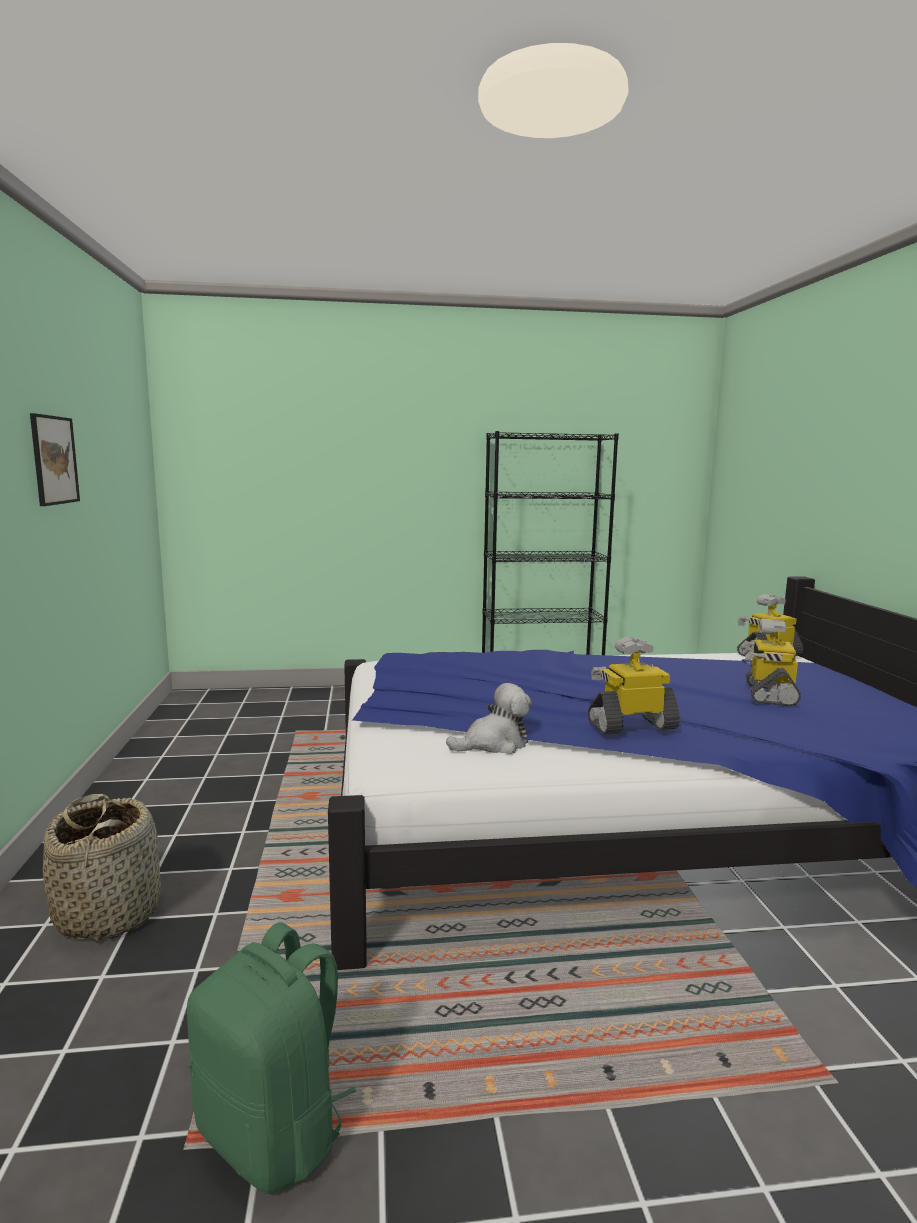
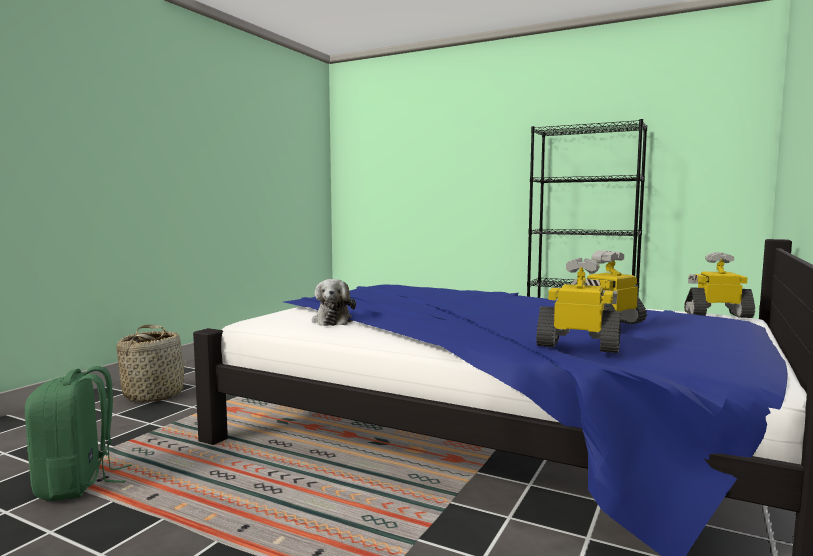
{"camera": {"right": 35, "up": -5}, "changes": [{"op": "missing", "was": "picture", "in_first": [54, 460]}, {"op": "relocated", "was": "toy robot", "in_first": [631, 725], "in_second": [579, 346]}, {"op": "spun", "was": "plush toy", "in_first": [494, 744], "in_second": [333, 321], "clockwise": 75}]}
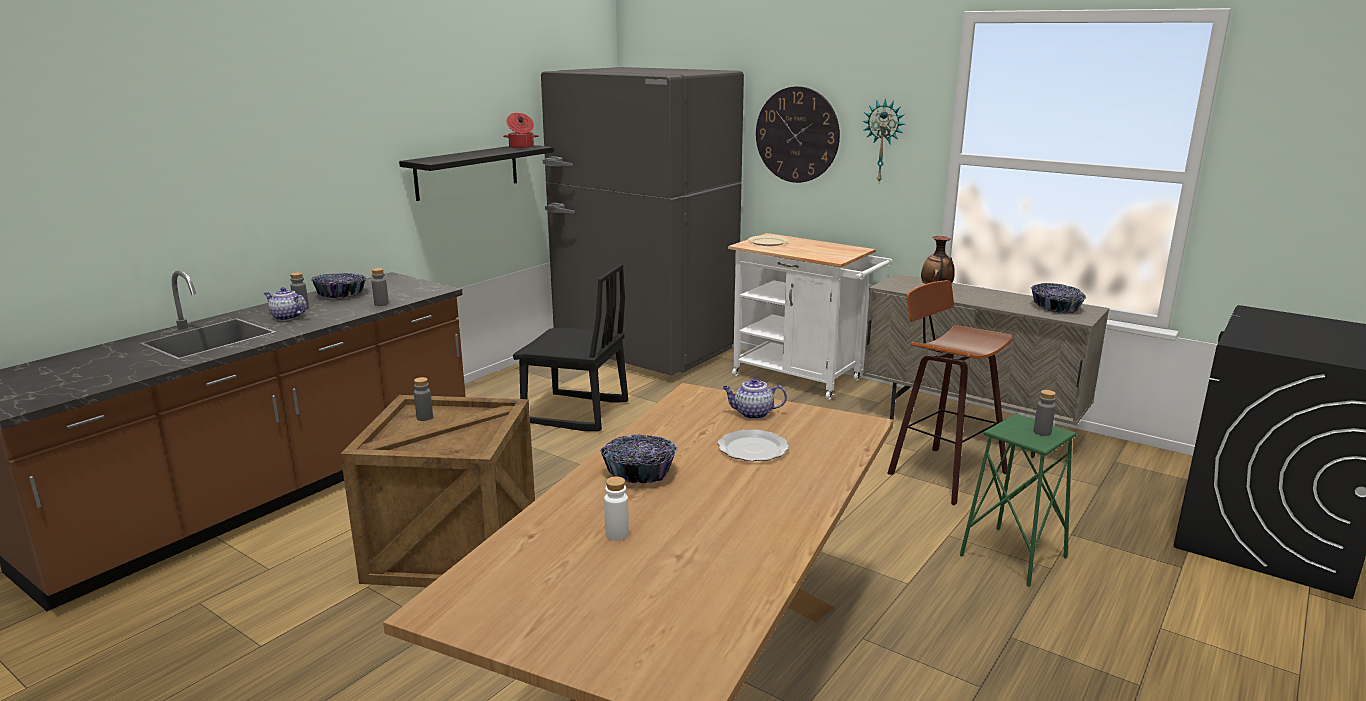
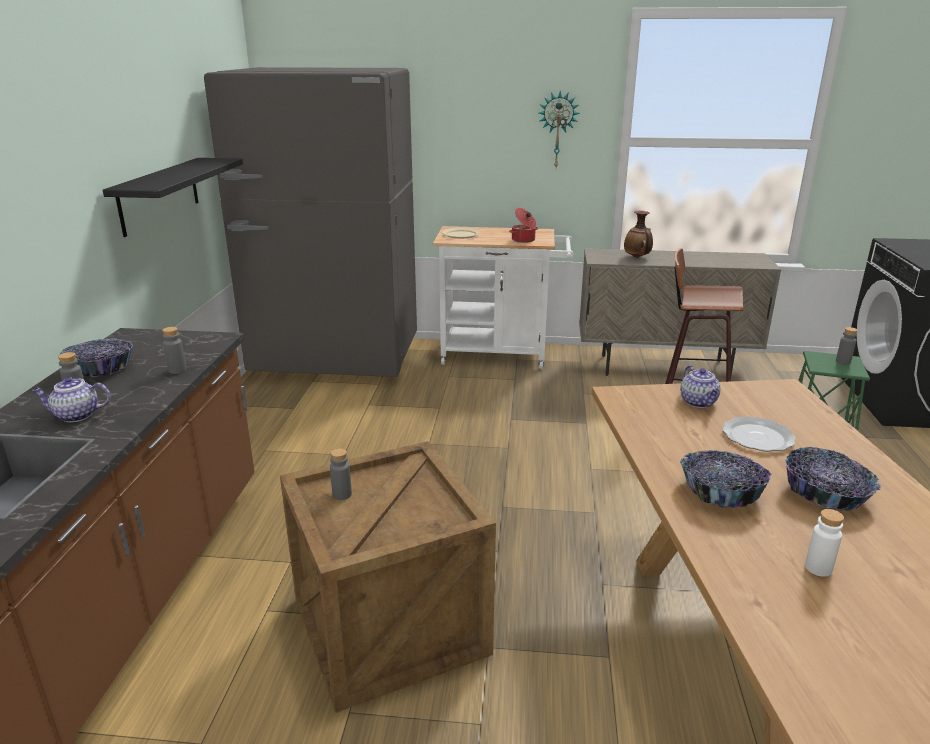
{"camera": {"right": -30, "up": 5}, "changes": [{"op": "missing", "was": "wall clock", "in_first": [797, 135]}, {"op": "relocated", "was": "cooking pot", "in_first": [521, 147], "in_second": [523, 240]}, {"op": "missing", "was": "chair (black)", "in_first": [575, 413]}, {"op": "relocated", "was": "bowl", "in_first": [1056, 308], "in_second": [825, 494]}, {"op": "spun", "was": "teapot", "in_first": [752, 414], "in_second": [699, 402], "clockwise": -75}]}
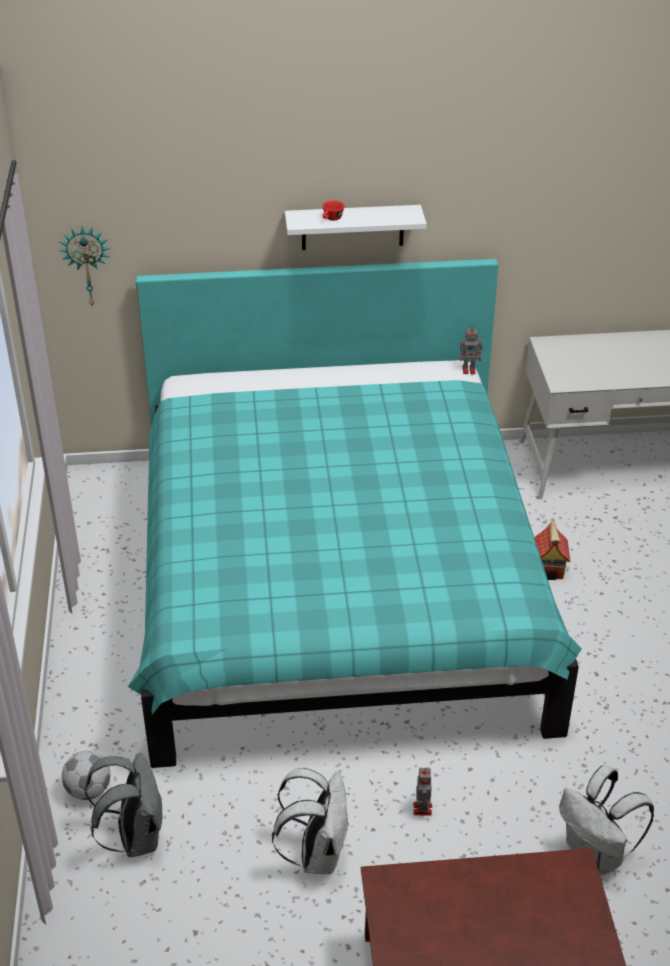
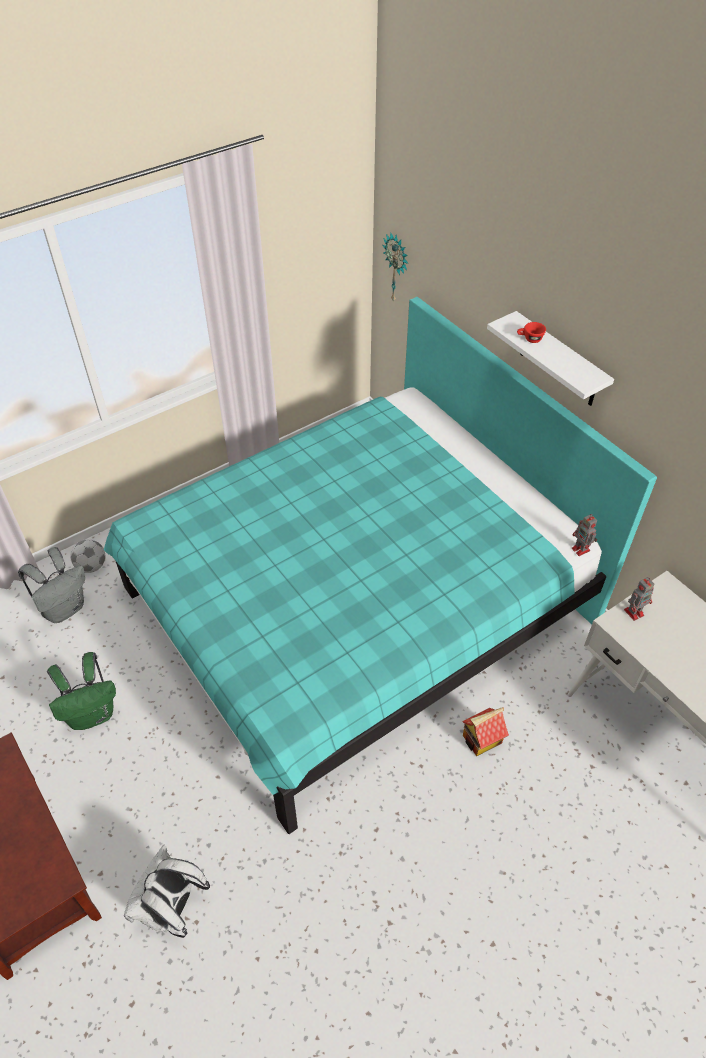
{"camera": {"right": 60, "up": 10}, "changes": [{"op": "relocated", "was": "toy robot", "in_first": [422, 808], "in_second": [634, 612]}, {"op": "colour", "was": "backpack (white)", "now": "backpack (green)", "in_first": [317, 853], "in_second": [92, 714]}]}
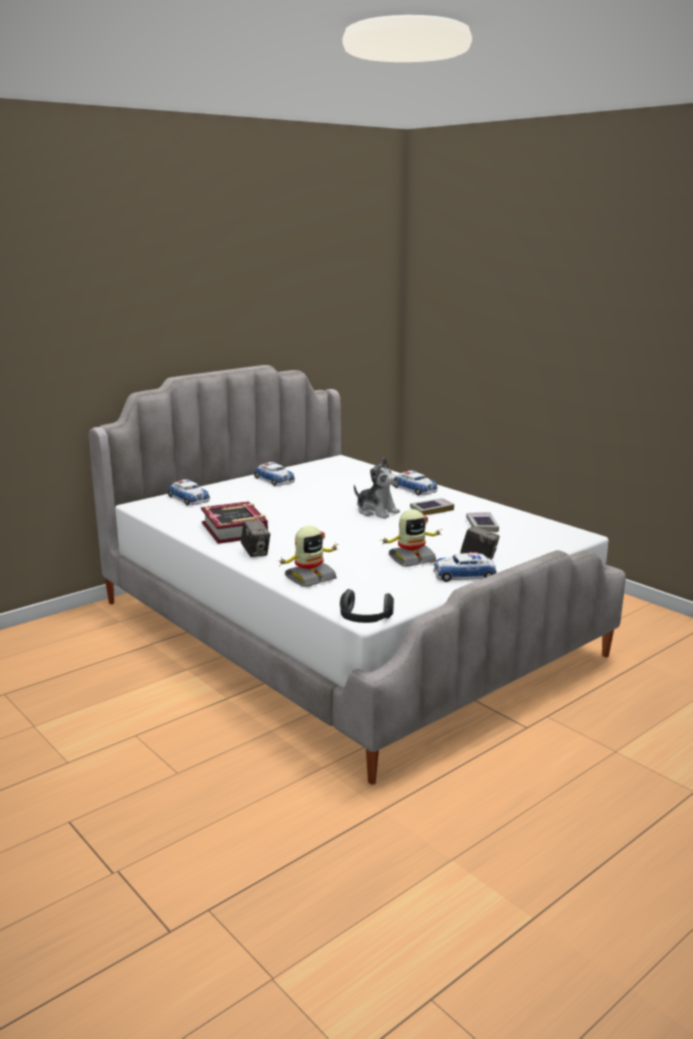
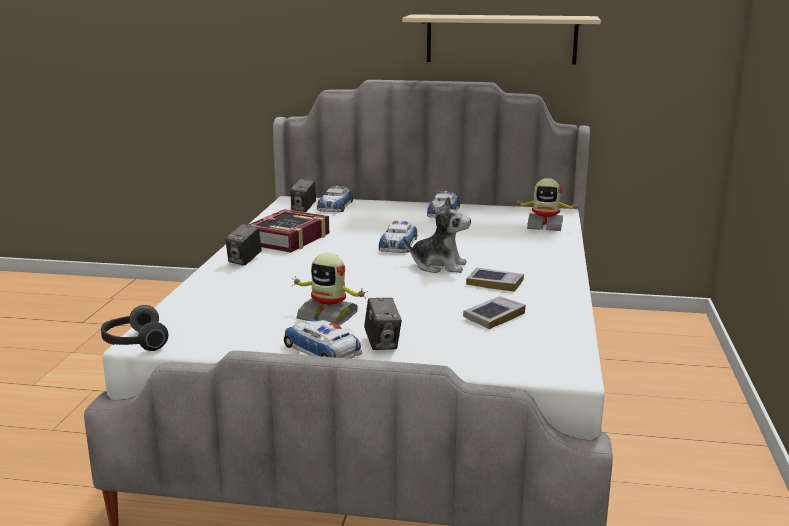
{"camera": {"right": 50, "up": 0}, "changes": [{"op": "spun", "was": "plush toy", "in_first": [376, 511], "in_second": [439, 266], "clockwise": -75}, {"op": "relocated", "was": "toy car", "in_first": [414, 489], "in_second": [398, 244]}, {"op": "relocated", "was": "toy robot", "in_first": [309, 578], "in_second": [545, 226]}, {"op": "appeared", "now": "shelf (beige)", "in_second": [501, 39]}, {"op": "appeared", "now": "photo camera", "in_second": [303, 208]}]}
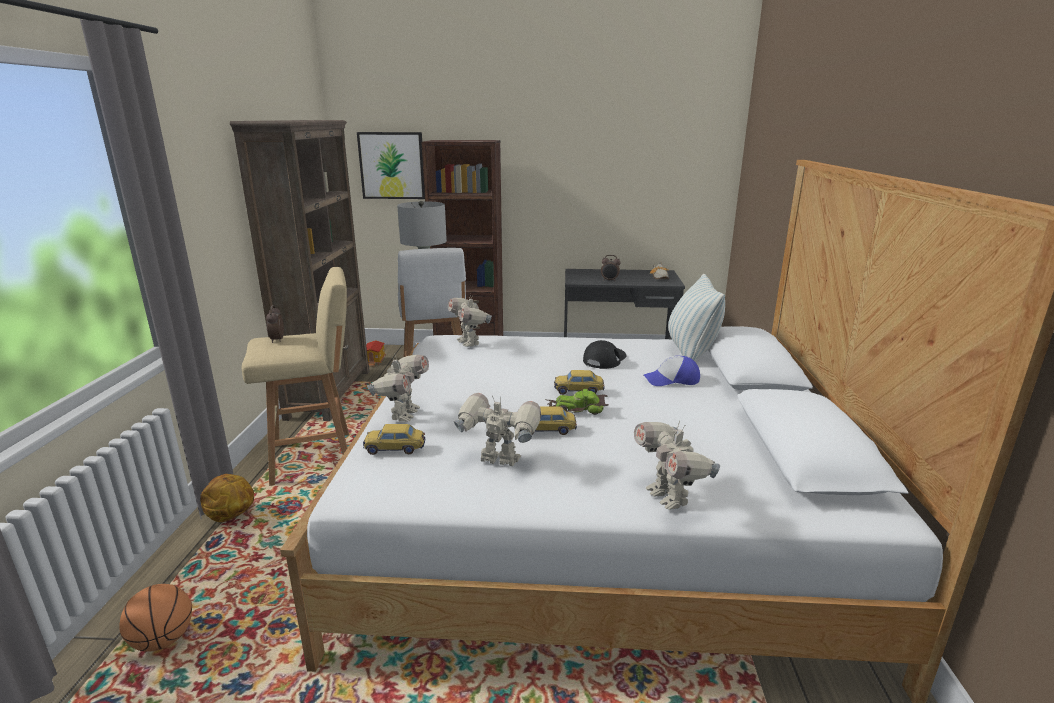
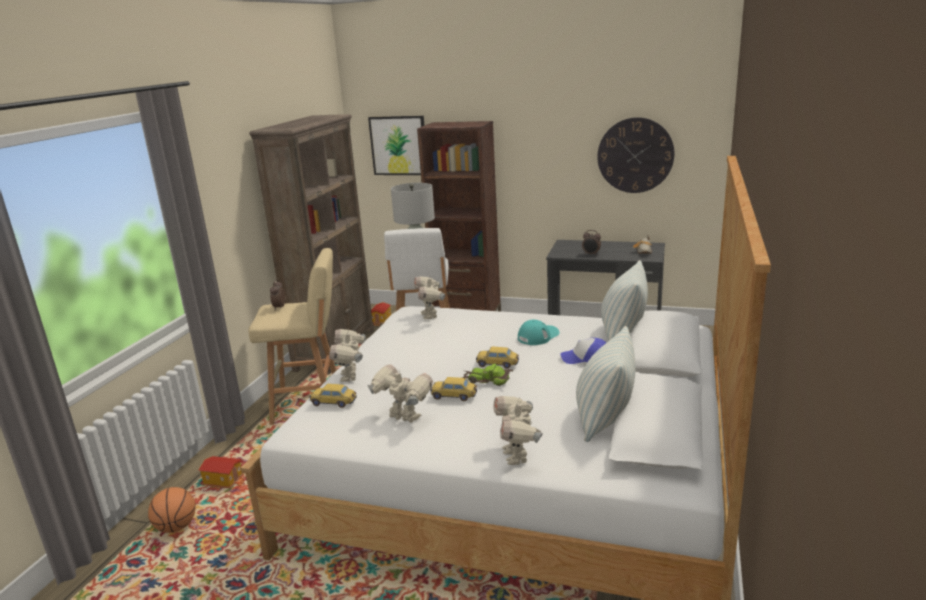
{"camera": {"right": 15, "up": 0}, "changes": [{"op": "colour", "was": "cap (black)", "now": "cap (turquoise)", "in_first": [604, 359], "in_second": [538, 336]}, {"op": "spun", "was": "toy robot", "in_first": [403, 415], "in_second": [350, 376], "clockwise": 150}, {"op": "missing", "was": "basketball", "in_first": [230, 516]}, {"op": "appeared", "now": "wall clock", "in_second": [635, 155]}, {"op": "appeared", "now": "pillow", "in_second": [604, 419]}, {"op": "appeared", "now": "toy house", "in_second": [224, 482]}]}
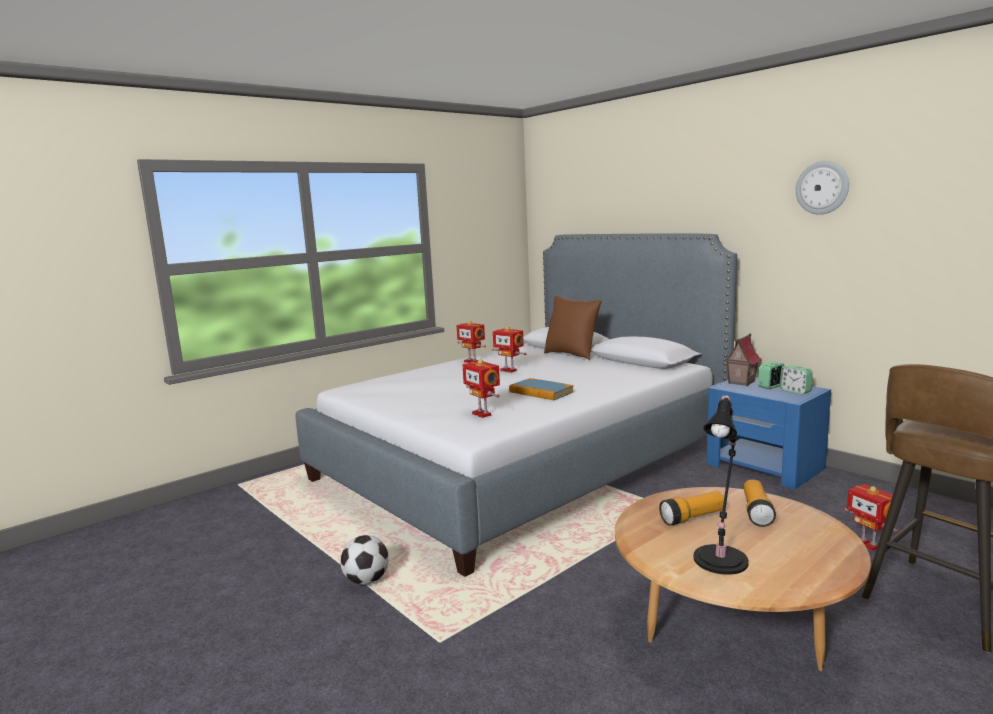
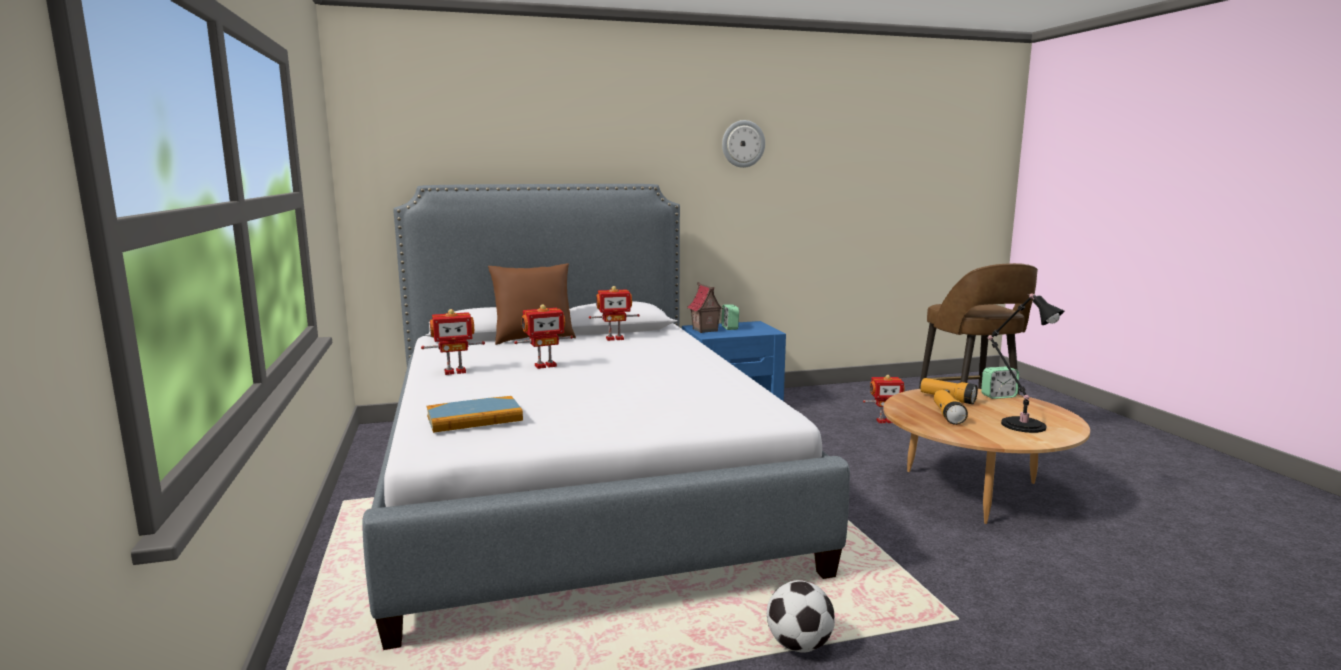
{"camera": {"right": -65, "up": 0}, "changes": [{"op": "relocated", "was": "toy robot", "in_first": [482, 414], "in_second": [614, 338]}, {"op": "relocated", "was": "alarm clock", "in_first": [795, 391], "in_second": [998, 396]}, {"op": "relocated", "was": "book", "in_first": [541, 392], "in_second": [474, 418]}]}
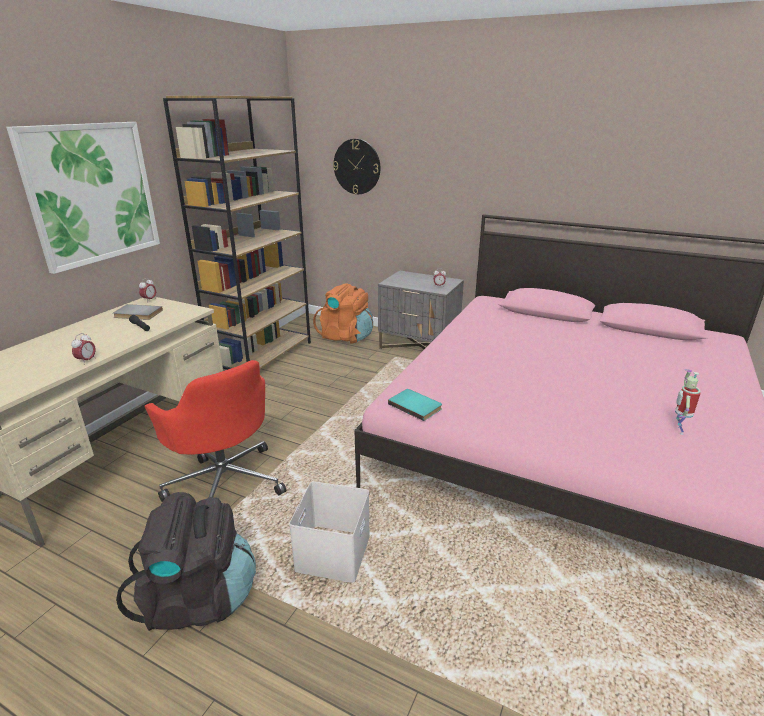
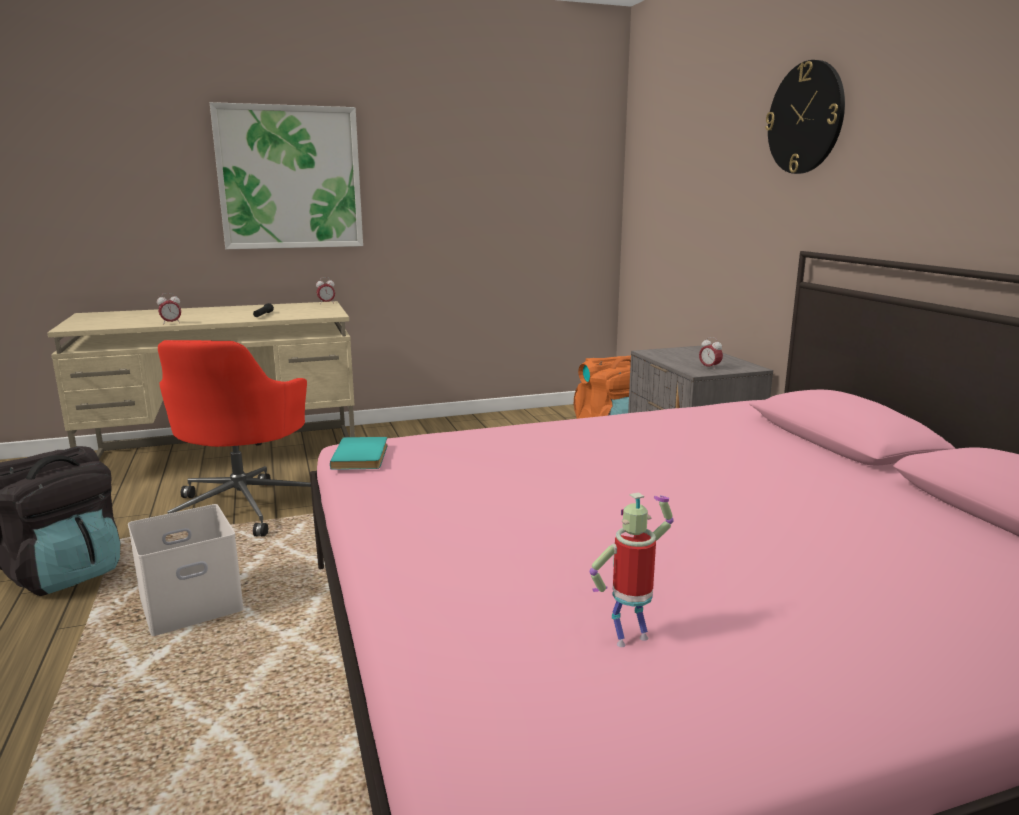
{"camera": {"right": 45, "up": -10}, "changes": [{"op": "missing", "was": "bookcase (brown)", "in_first": [262, 356]}, {"op": "relocated", "was": "wall clock", "in_first": [357, 166], "in_second": [805, 118]}, {"op": "missing", "was": "book (grey)", "in_first": [137, 314]}]}
